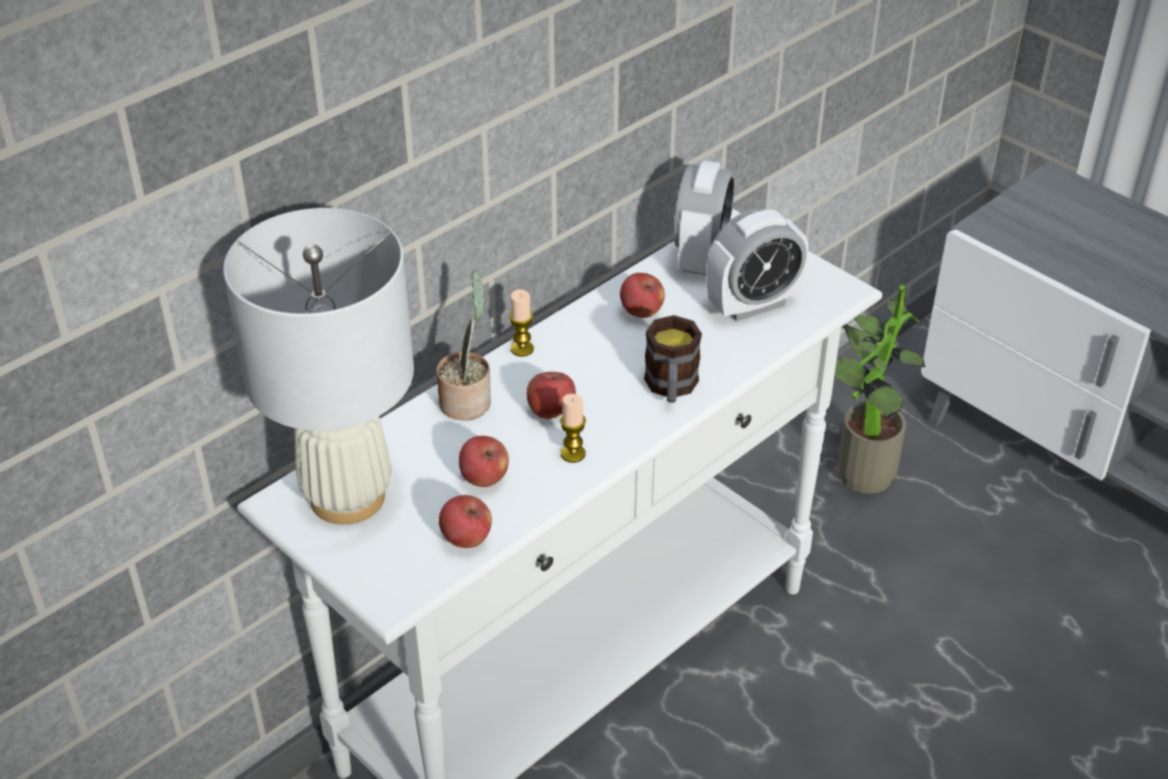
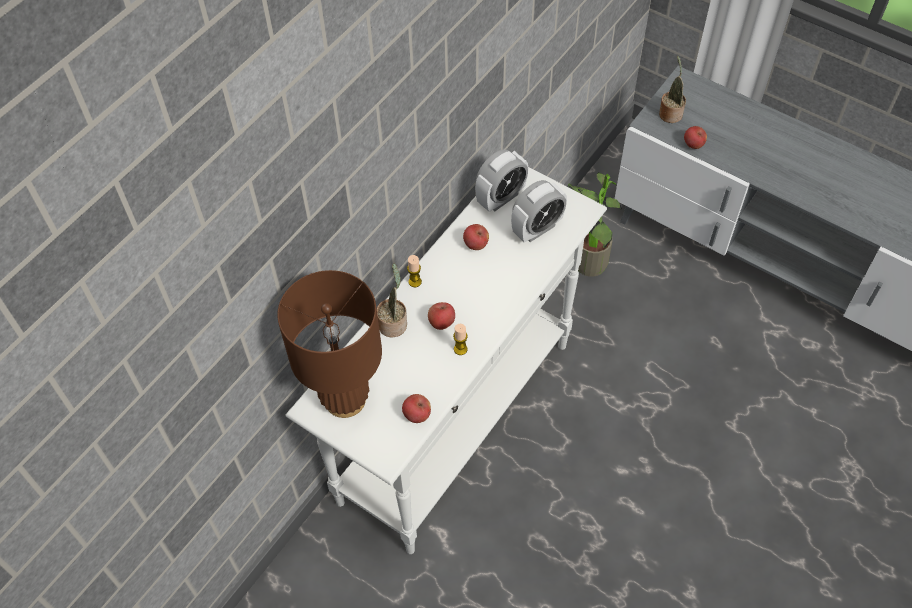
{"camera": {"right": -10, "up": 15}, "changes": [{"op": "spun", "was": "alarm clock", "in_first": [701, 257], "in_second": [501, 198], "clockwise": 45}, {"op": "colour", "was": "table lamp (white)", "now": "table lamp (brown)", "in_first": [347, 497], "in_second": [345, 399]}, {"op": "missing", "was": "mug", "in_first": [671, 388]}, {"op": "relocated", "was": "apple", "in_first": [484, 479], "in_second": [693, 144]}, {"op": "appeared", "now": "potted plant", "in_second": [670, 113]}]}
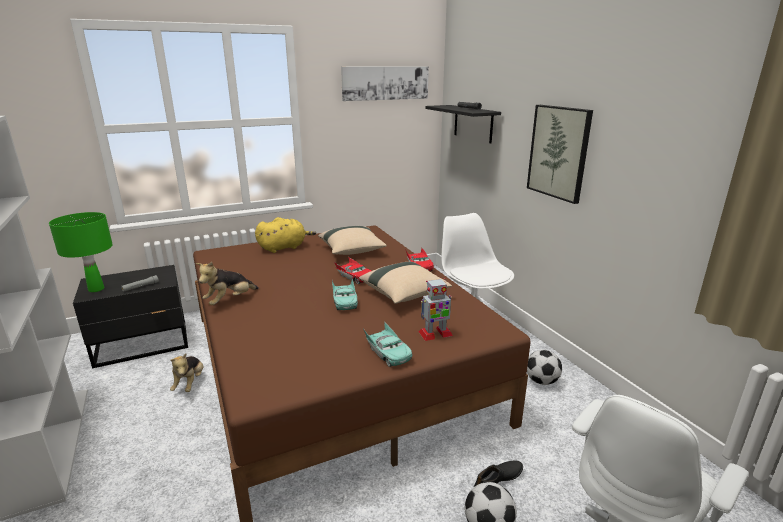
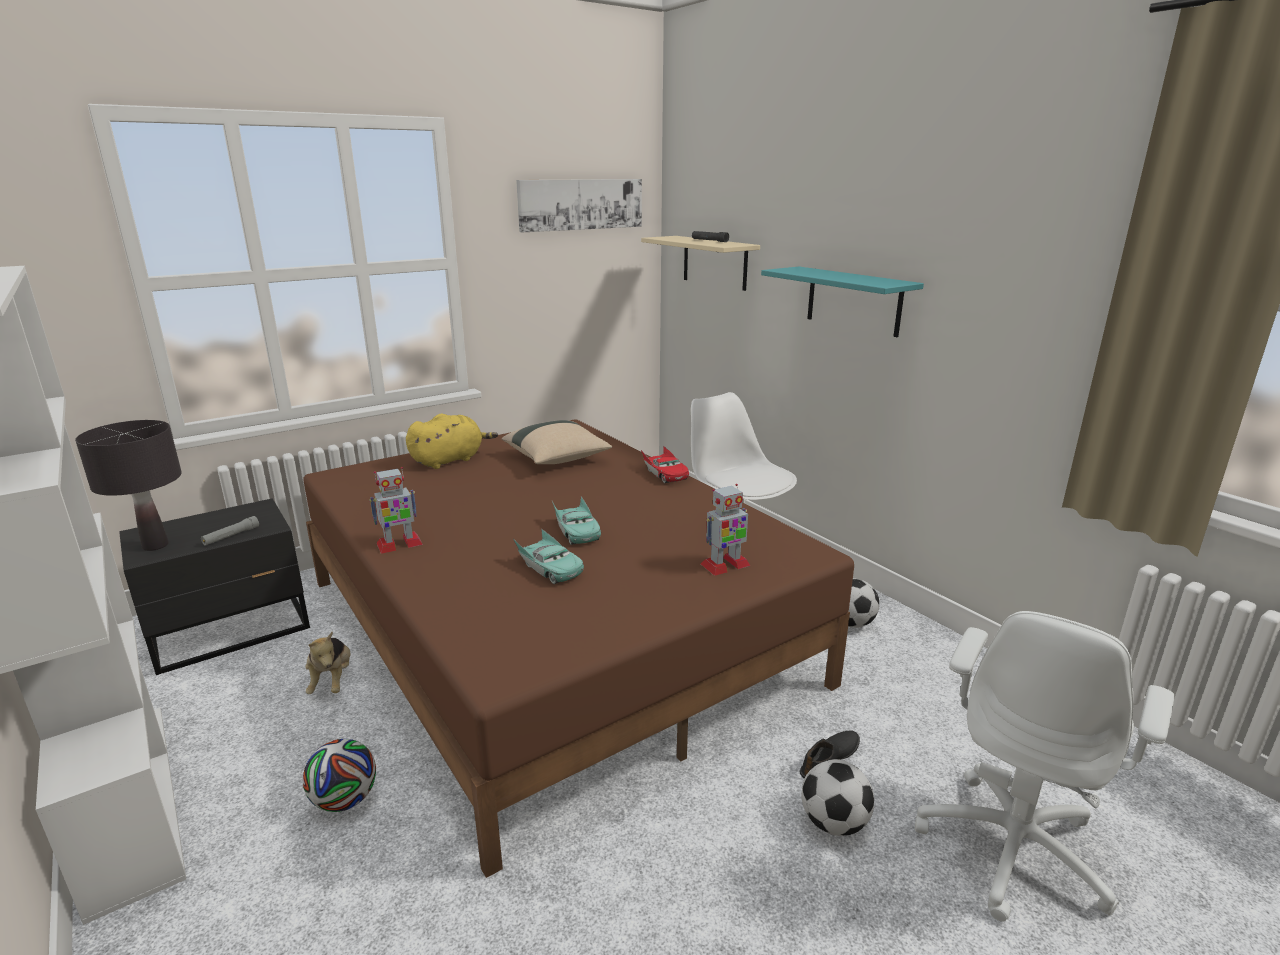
{"camera": {"right": -10, "up": 0}, "changes": [{"op": "colour", "was": "shelf (black)", "now": "shelf (beige)", "in_first": [473, 123], "in_second": [714, 262]}, {"op": "exchanged", "was": "picture", "now": "shelf (turquoise)", "in_first": [559, 152], "in_second": [853, 301]}, {"op": "colour", "was": "table lamp (green)", "now": "table lamp (black)", "in_first": [96, 289], "in_second": [156, 545]}, {"op": "missing", "was": "toy car (red)", "in_first": [354, 277]}, {"op": "exchanged", "was": "plush toy", "now": "toy robot", "in_first": [229, 300], "in_second": [399, 544]}, {"op": "missing", "was": "pillow (beige)", "in_first": [404, 294]}, {"op": "relocated", "was": "toy car (turquoise)", "in_first": [387, 352], "in_second": [550, 568]}, {"op": "appeared", "now": "football", "in_second": [345, 800]}]}
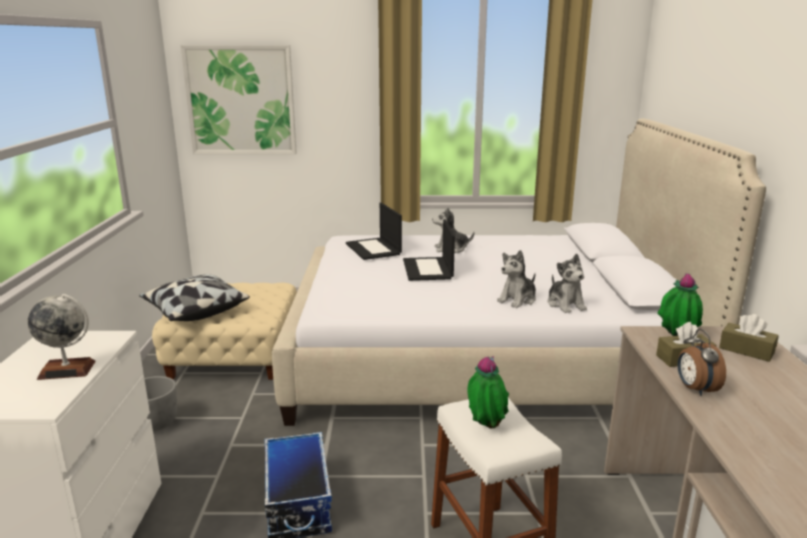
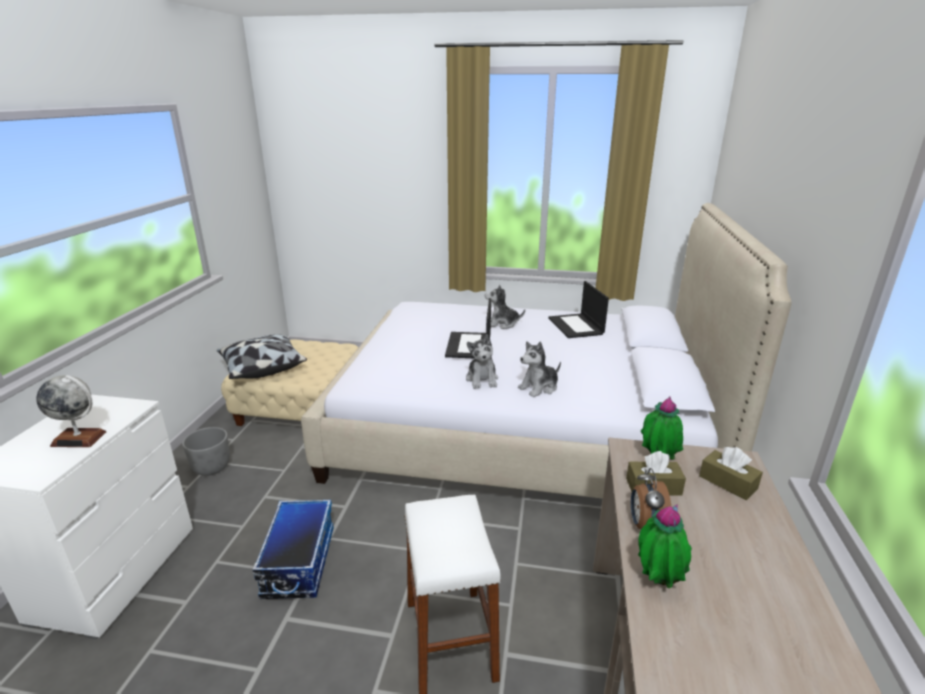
{"camera": {"right": 10, "up": 5}, "changes": [{"op": "missing", "was": "picture", "in_first": [241, 100]}, {"op": "relocated", "was": "laptop", "in_first": [374, 249], "in_second": [576, 326]}, {"op": "relocated", "was": "plush toy", "in_first": [565, 304], "in_second": [482, 379]}, {"op": "relocated", "was": "potted plant", "in_first": [485, 427], "in_second": [657, 581]}]}
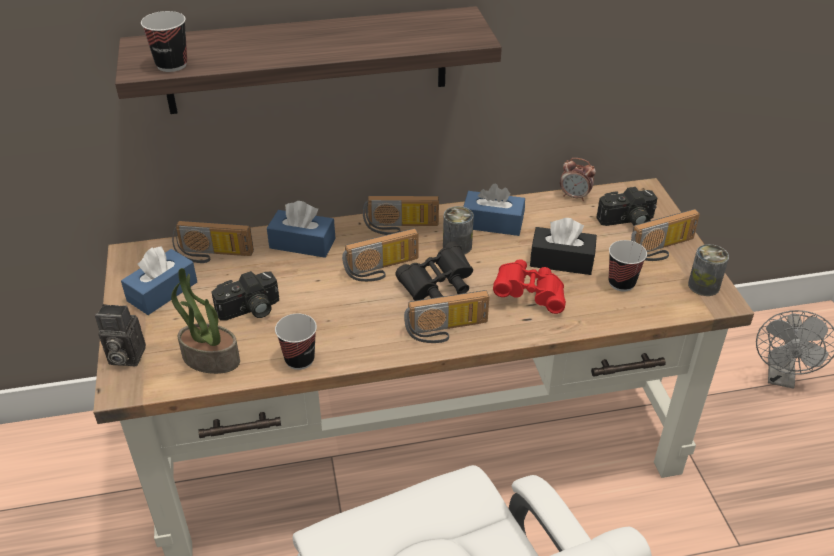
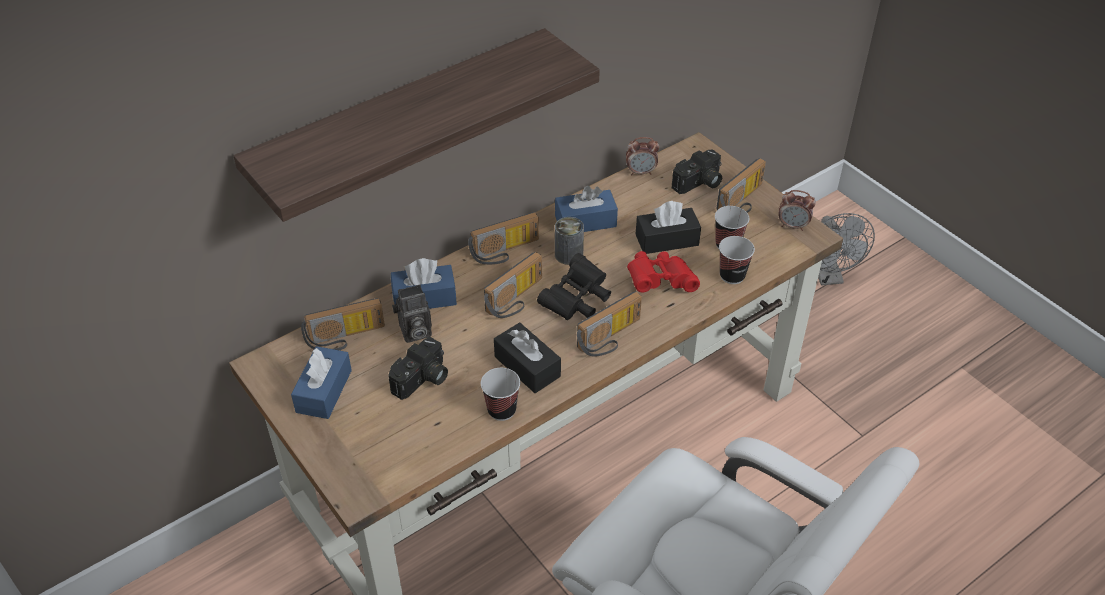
{"camera": {"right": -25, "up": 5}, "changes": [{"op": "relocated", "was": "cup", "in_first": [171, 65], "in_second": [732, 276]}, {"op": "exchanged", "was": "can", "now": "alarm clock", "in_first": [703, 285], "in_second": [793, 226]}, {"op": "missing", "was": "potted plant", "in_first": [210, 359]}, {"op": "relocated", "was": "photo camera", "in_first": [124, 357], "in_second": [414, 332]}, {"op": "appeared", "now": "tissue box (black)", "in_second": [527, 366]}]}
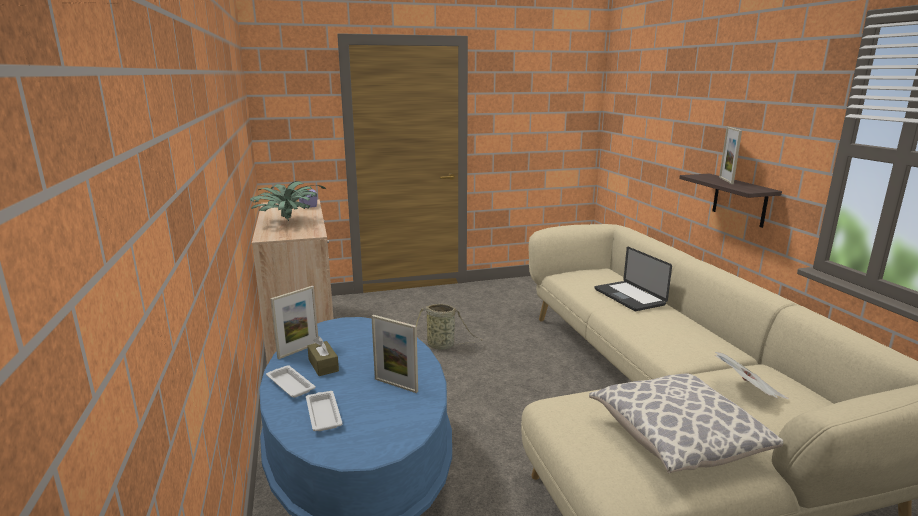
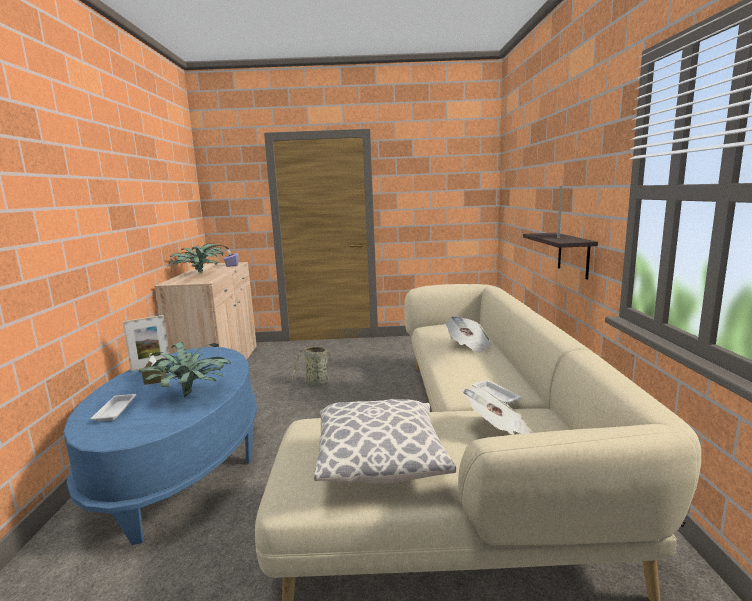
{"camera": {"right": 15, "up": -5}, "changes": [{"op": "exchanged", "was": "laptop", "now": "newspaper", "in_first": [629, 297], "in_second": [468, 345]}, {"op": "exchanged", "was": "picture frame", "now": "potted plant", "in_first": [396, 385], "in_second": [191, 395]}, {"op": "relocated", "was": "tray (white)", "in_first": [290, 384], "in_second": [495, 394]}]}
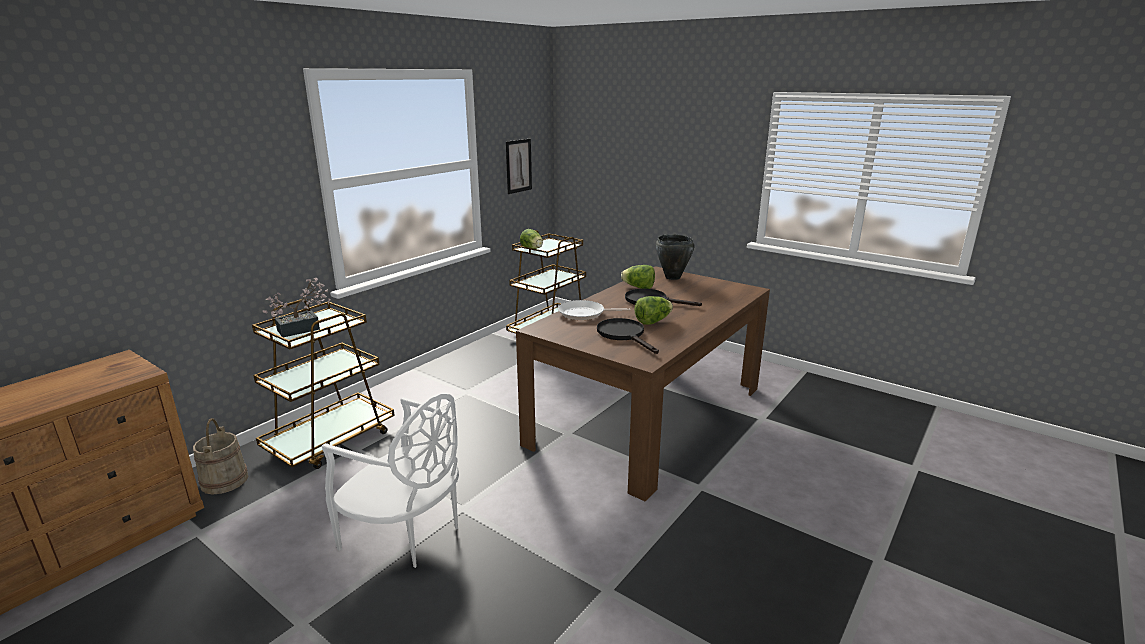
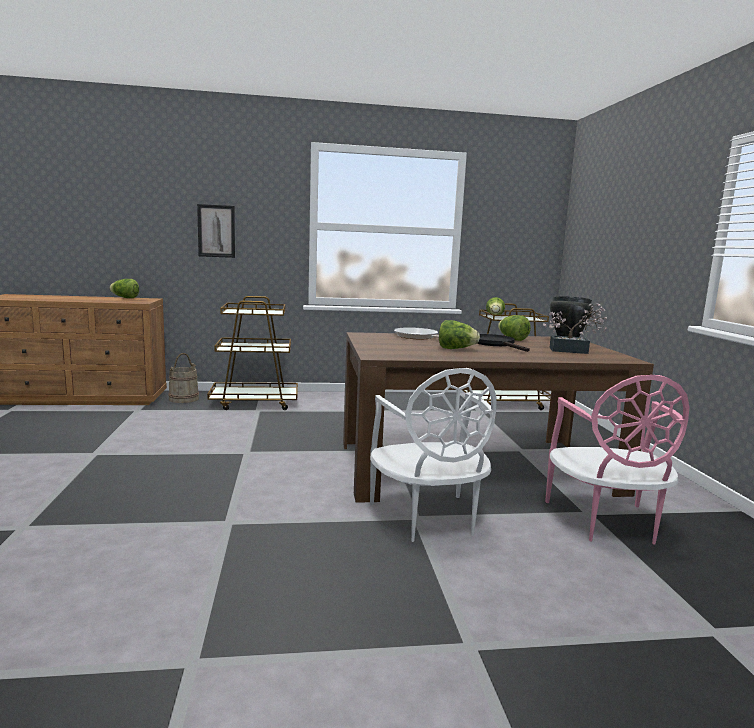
{"camera": {"right": 45, "up": -10}, "changes": [{"op": "relocated", "was": "picture", "in_first": [518, 166], "in_second": [216, 231]}, {"op": "relocated", "was": "potted plant", "in_first": [303, 328], "in_second": [573, 351]}, {"op": "missing", "was": "frying pan (black)", "in_first": [624, 335]}, {"op": "relocated", "was": "chair (white)", "in_first": [407, 533], "in_second": [428, 518]}, {"op": "appeared", "now": "lettuce", "in_second": [125, 298]}, {"op": "appeared", "now": "chair (pink)", "in_second": [606, 522]}]}
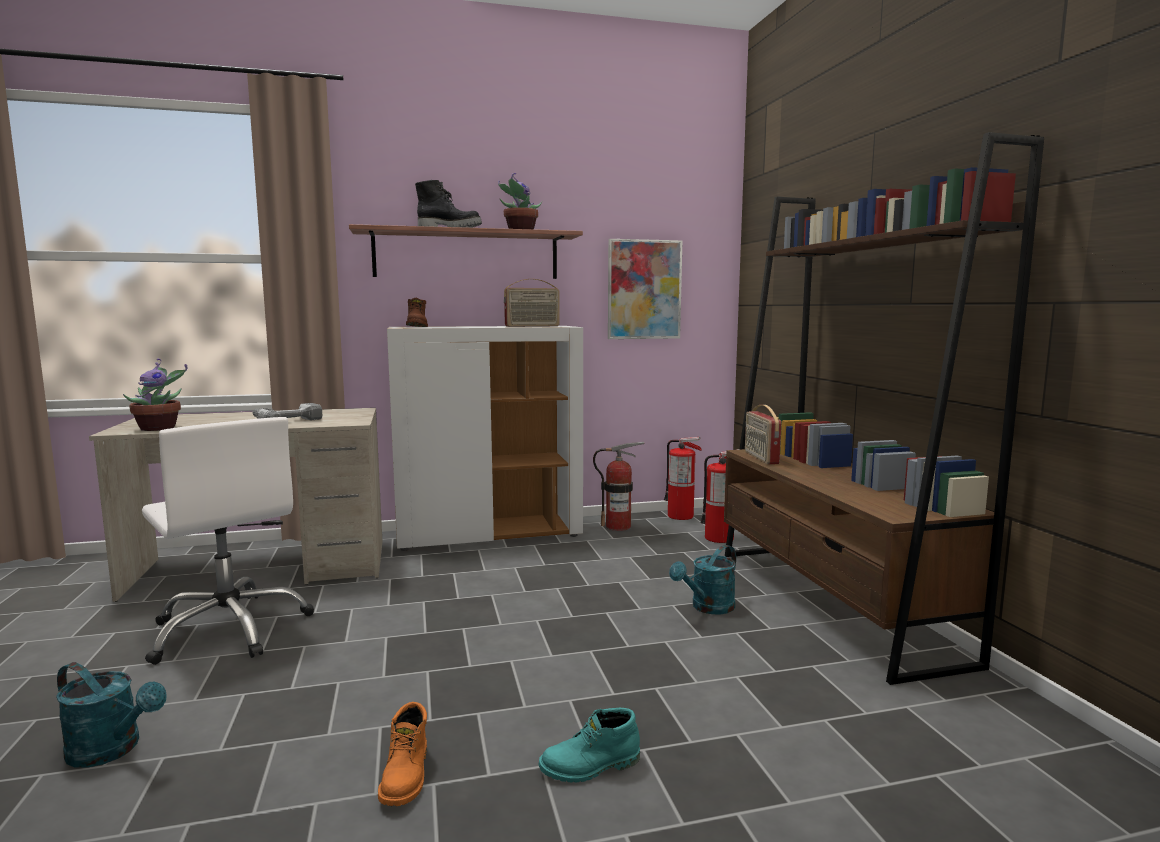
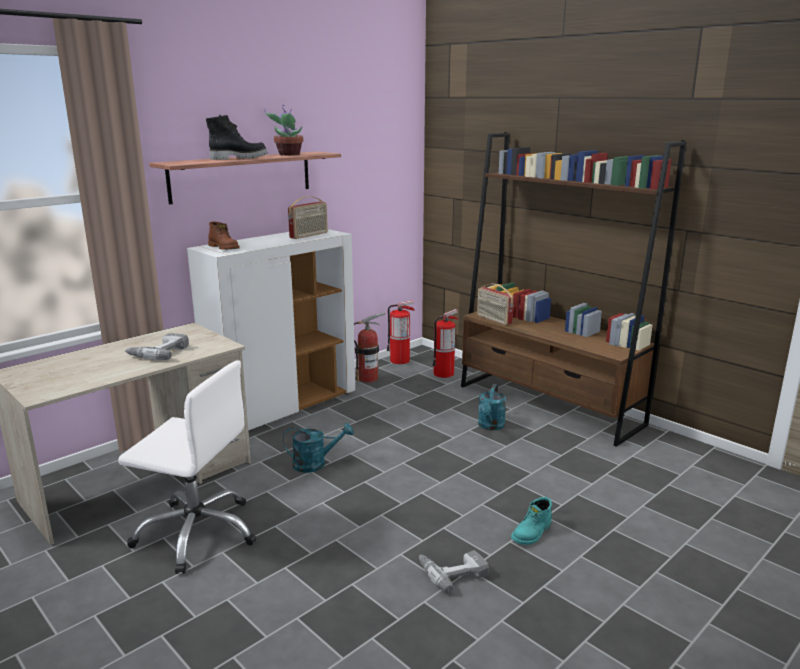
{"camera": {"right": -30, "up": 10}, "changes": [{"op": "missing", "was": "picture", "in_first": [644, 289]}, {"op": "missing", "was": "potted plant", "in_first": [160, 428]}, {"op": "relocated", "was": "watering can (turquoise)", "in_first": [112, 750], "in_second": [315, 464]}, {"op": "exchanged", "was": "boot (orange)", "now": "power drill", "in_first": [407, 776], "in_second": [452, 571]}]}
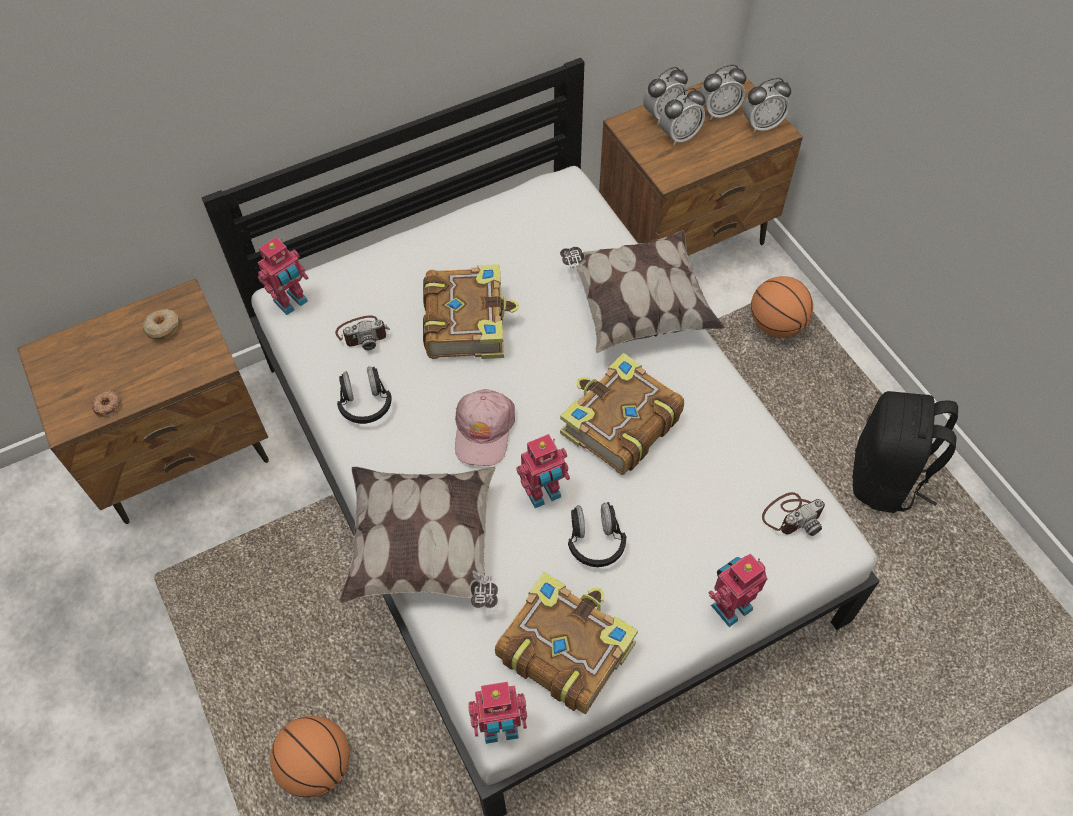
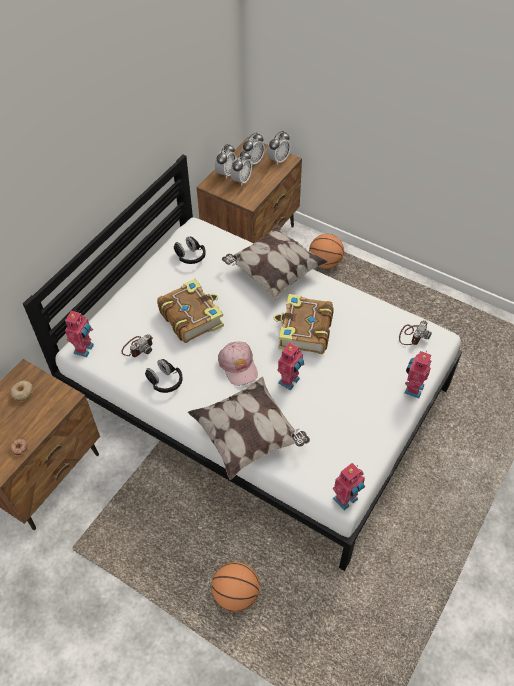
{"camera": {"right": -30, "up": -5}, "changes": [{"op": "missing", "was": "backpack (black)", "in_first": [886, 478]}, {"op": "relocated", "was": "headphones (black)", "in_first": [595, 541], "in_second": [190, 256]}, {"op": "missing", "was": "book", "in_first": [564, 647]}]}
